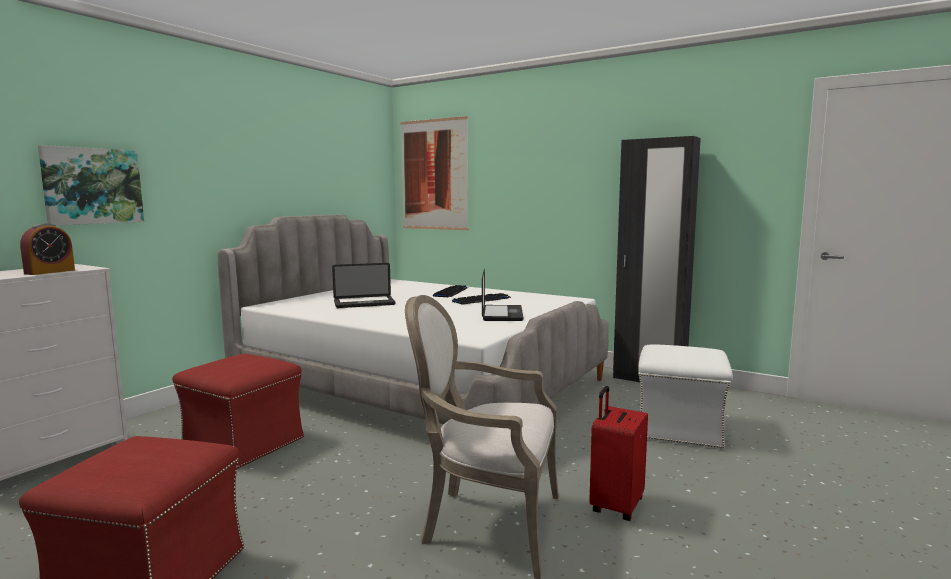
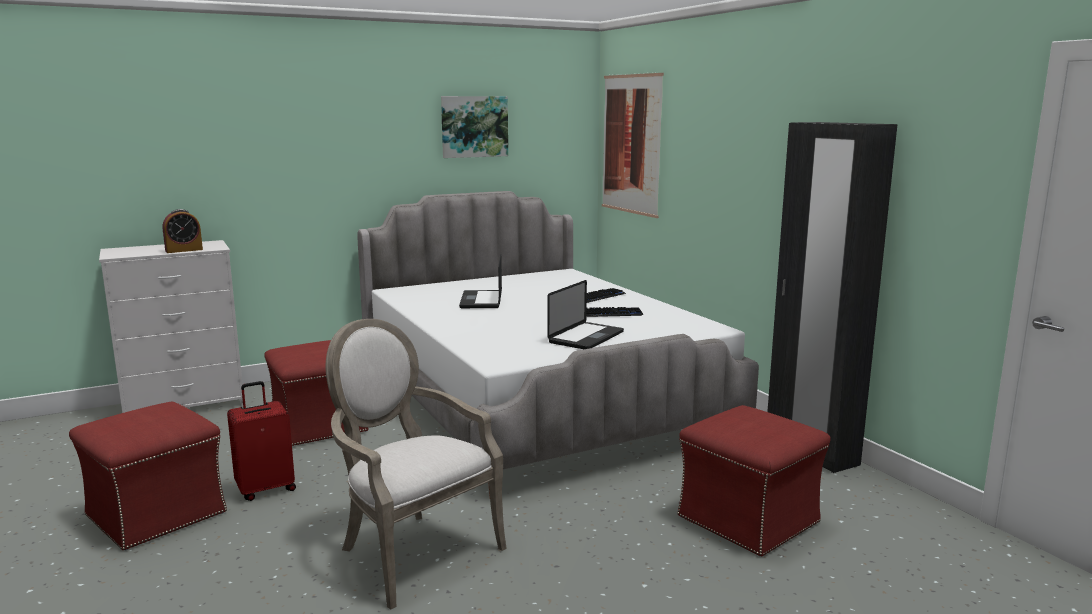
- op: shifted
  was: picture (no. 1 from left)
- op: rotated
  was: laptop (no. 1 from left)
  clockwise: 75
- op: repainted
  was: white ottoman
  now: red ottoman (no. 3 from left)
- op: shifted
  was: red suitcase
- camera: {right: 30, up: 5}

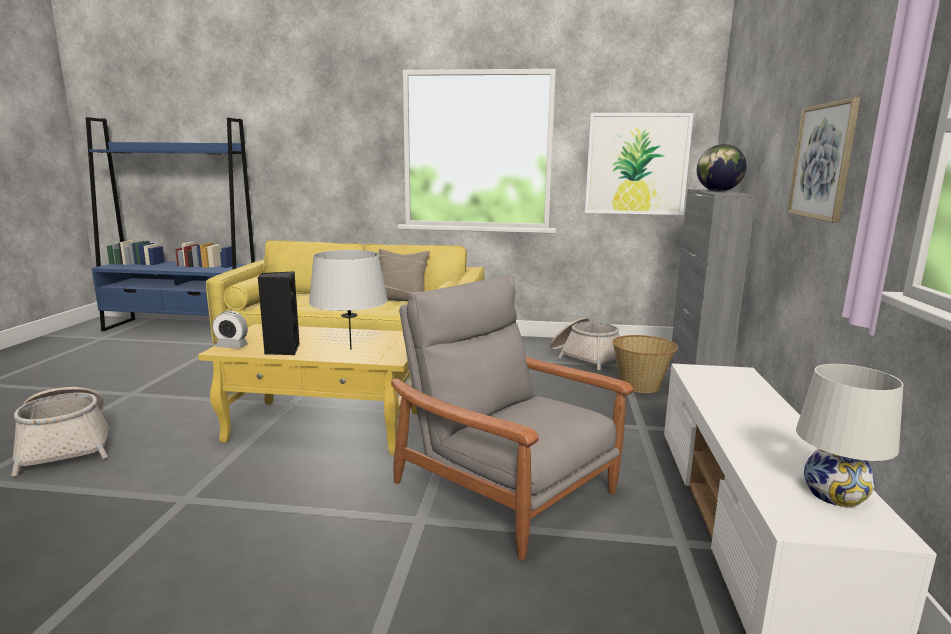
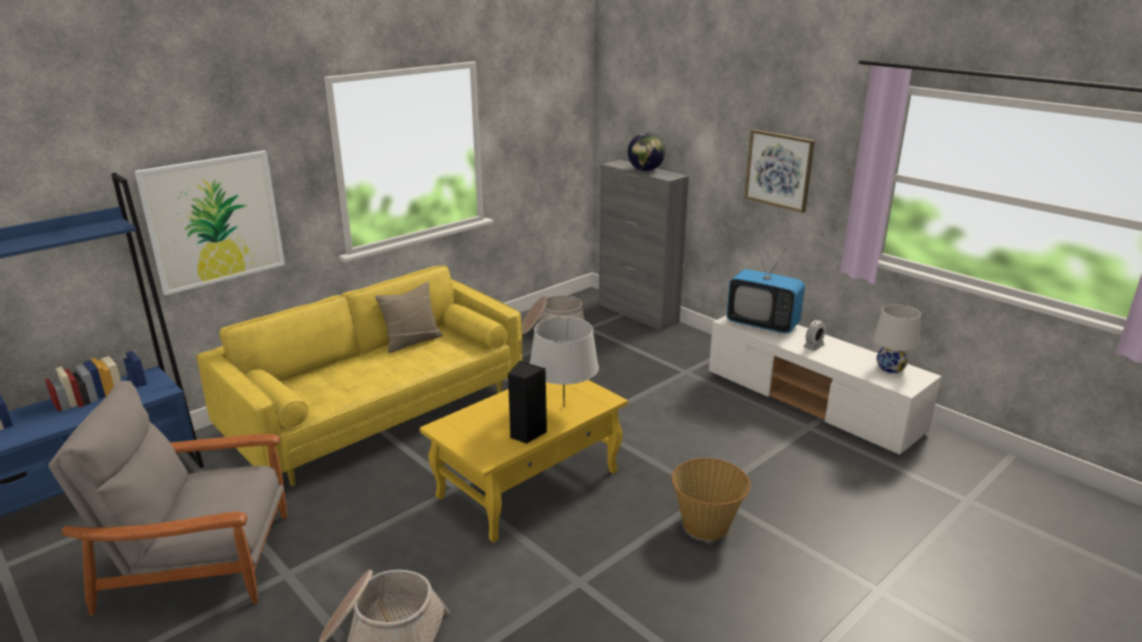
- op: shifted
  was: picture (no. 1 from left)
- op: shifted
  was: grey armchair
- op: shifted
  was: alarm clock
- op: shifted
  was: basket (no. 3 from left)
- op: new
  now: television
- camera: {right: -50, up: 10}

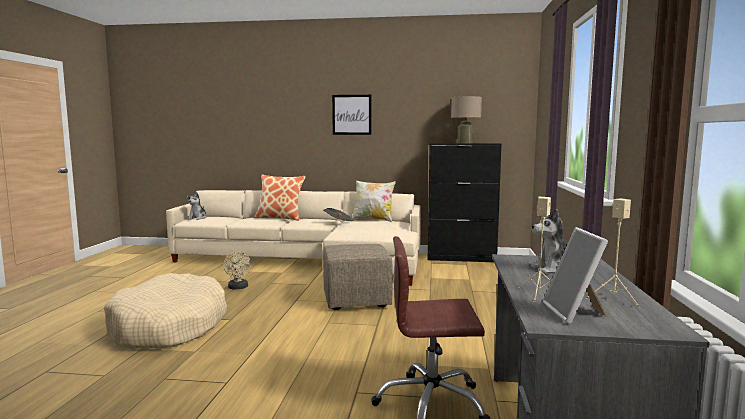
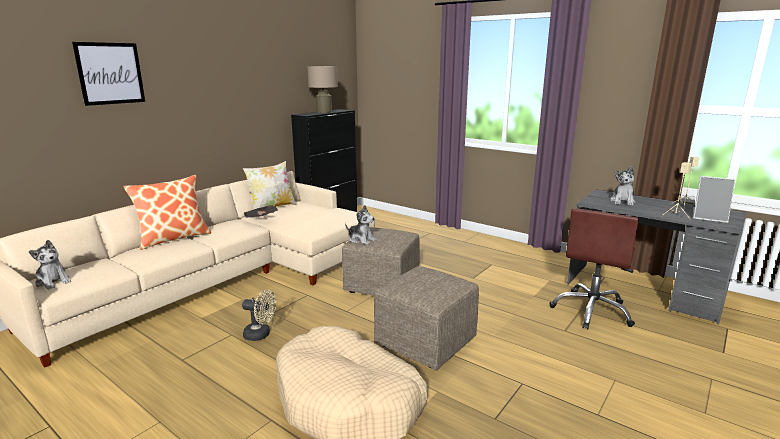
- op: shifted
  was: picture
- op: new
  now: plush toy (no. 2 from left)
- op: new
  now: beige ottoman (no. 2 from left)
- camera: {right: -60, up: 10}

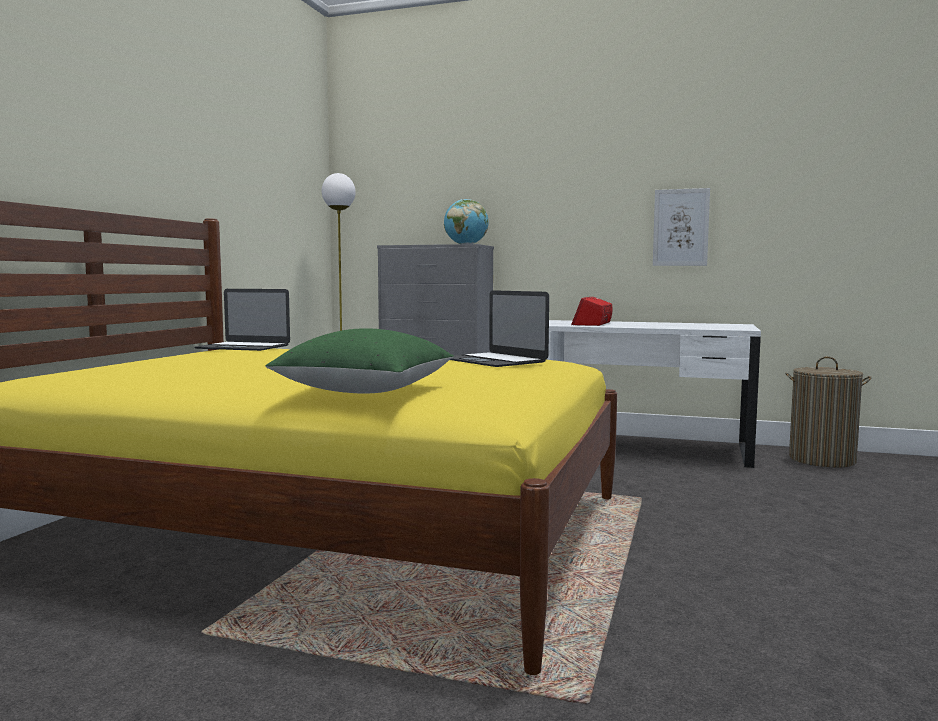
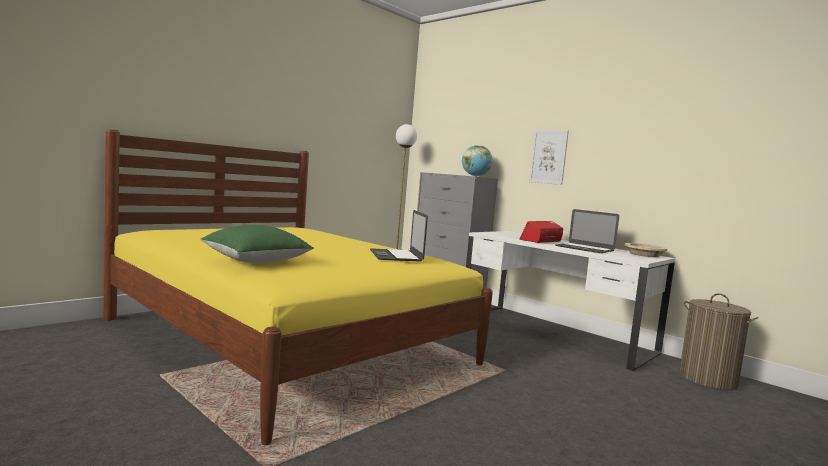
- op: shifted
  was: picture
- op: shifted
  was: laptop (no. 1 from left in the first image)
  now: laptop (no. 2 from left)
- op: new
  now: beige bowl
- camera: {right: 25, up: 0}

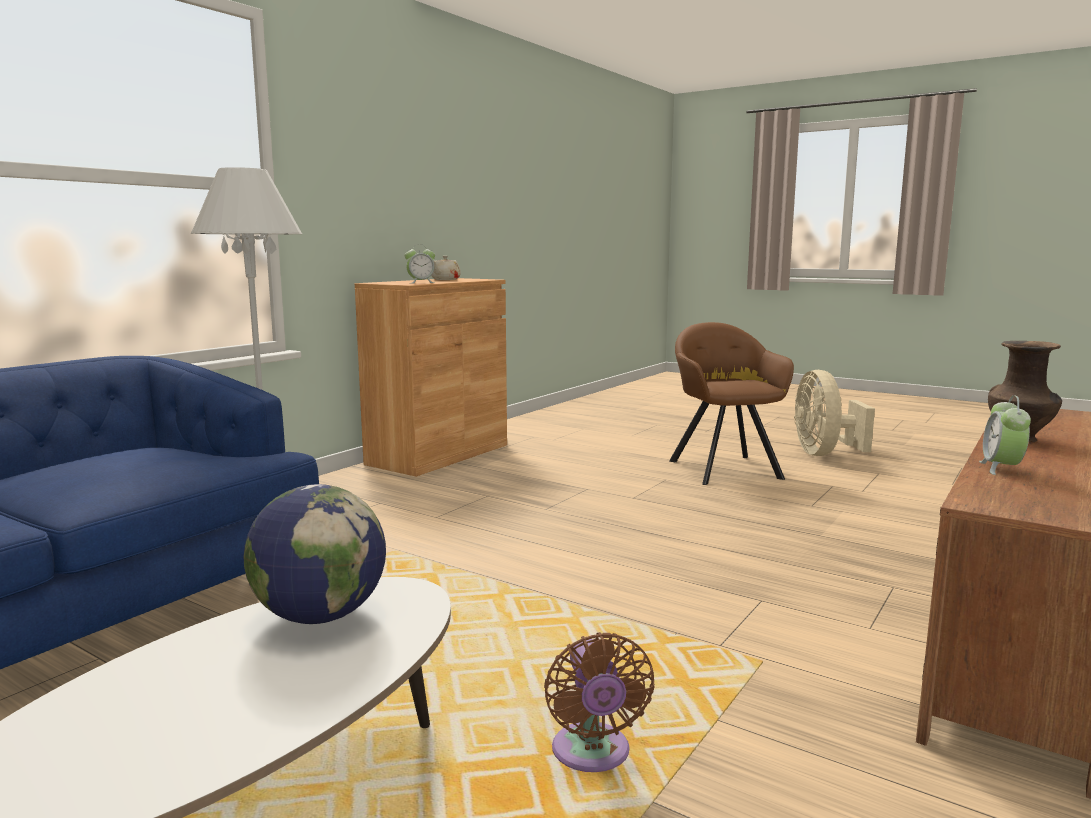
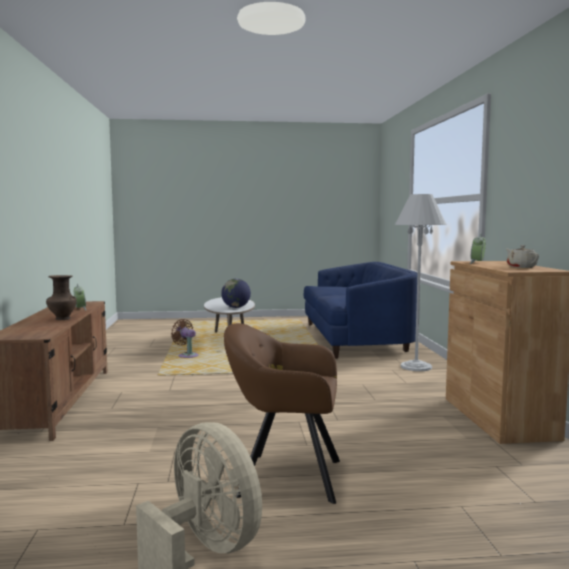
- op: rotated
  was: brown armchair
  clockwise: 150
- camera: {right: 140, up: -5}

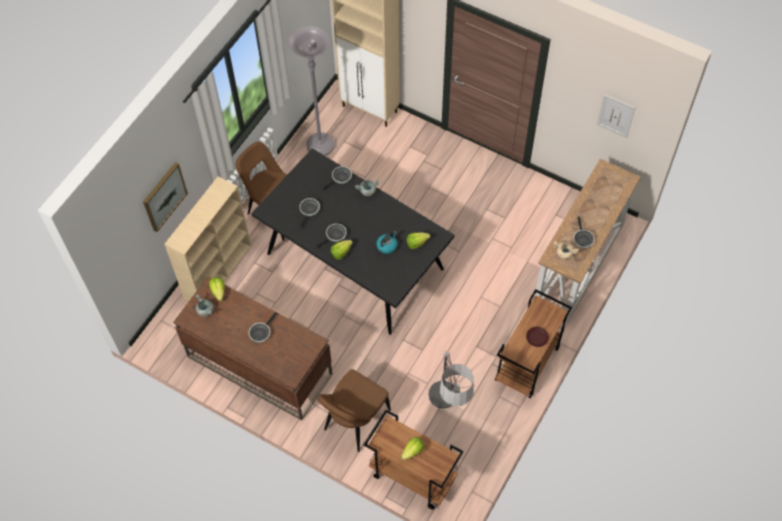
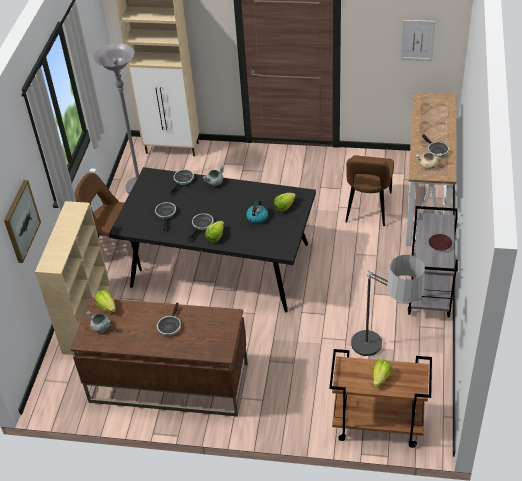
- op: repainted
  was: brown cart (no. 2 from left)
  now: grey cart
- op: shifted
  was: brown chair (no. 2 from left)
- camera: {right: -20, up: -15}

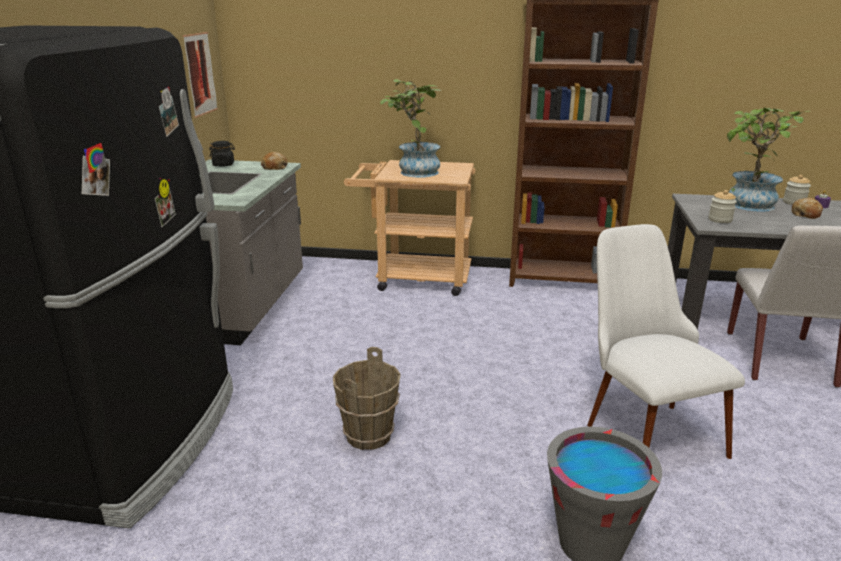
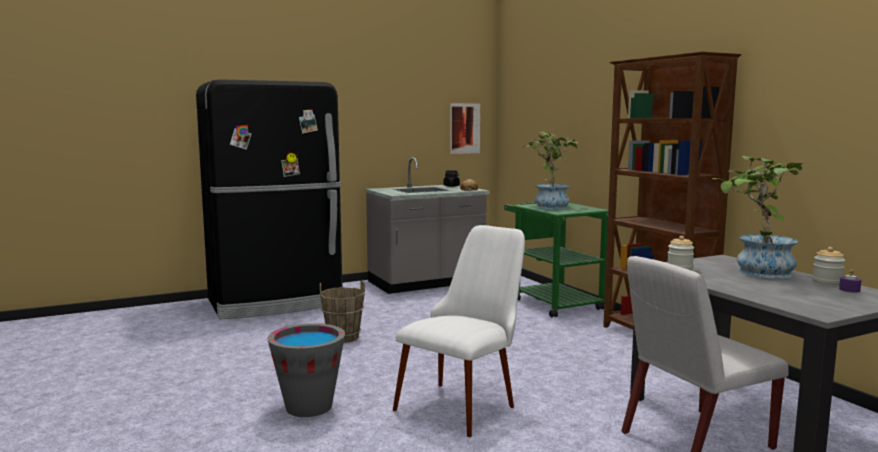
- op: repainted
  was: beige cart
  now: green cart
- op: gone
  was: bread (no. 2 from left)
- camera: {right: 55, up: -15}

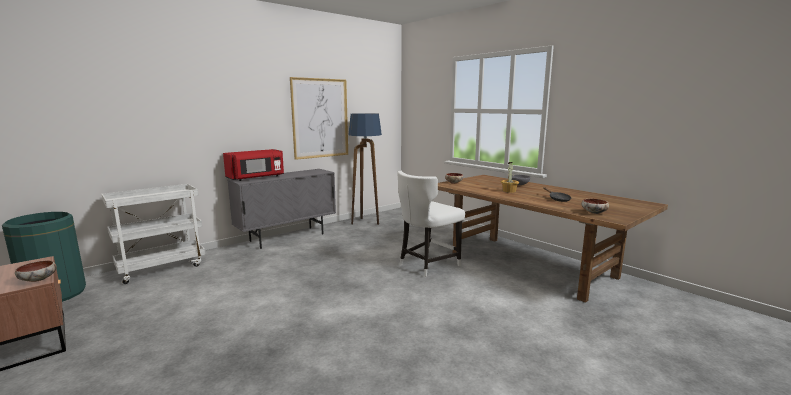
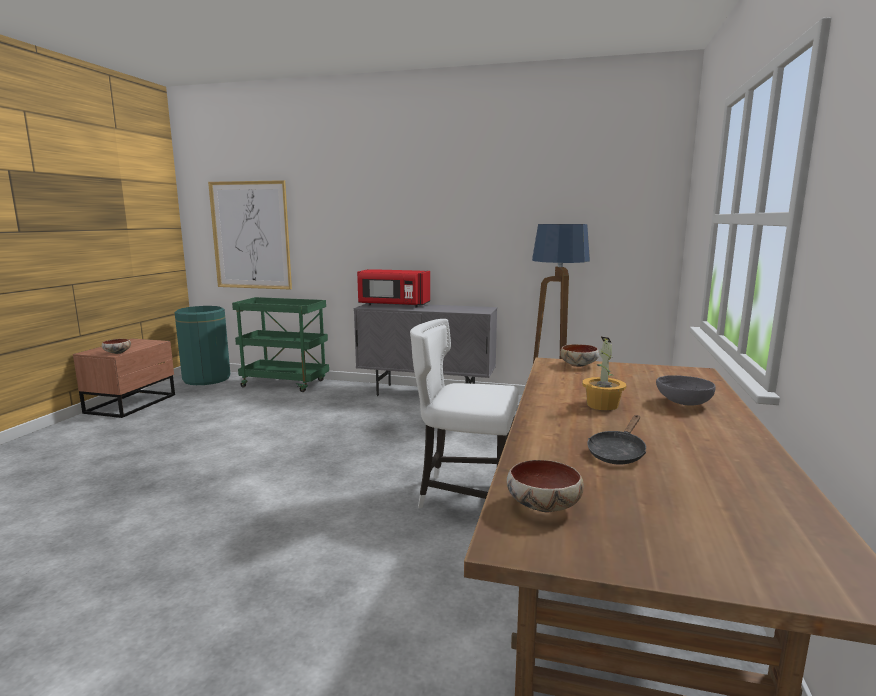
- op: shifted
  was: picture
- op: repainted
  was: white cart
  now: green cart
- camera: {right: 55, up: 0}

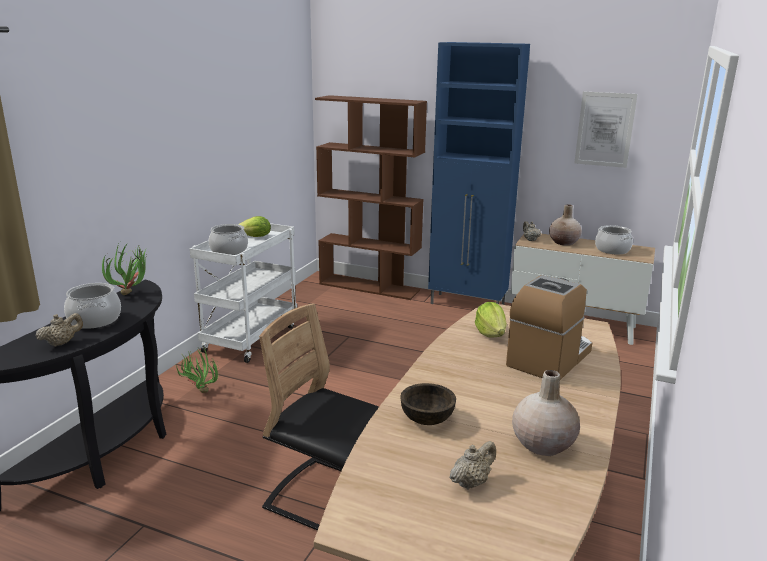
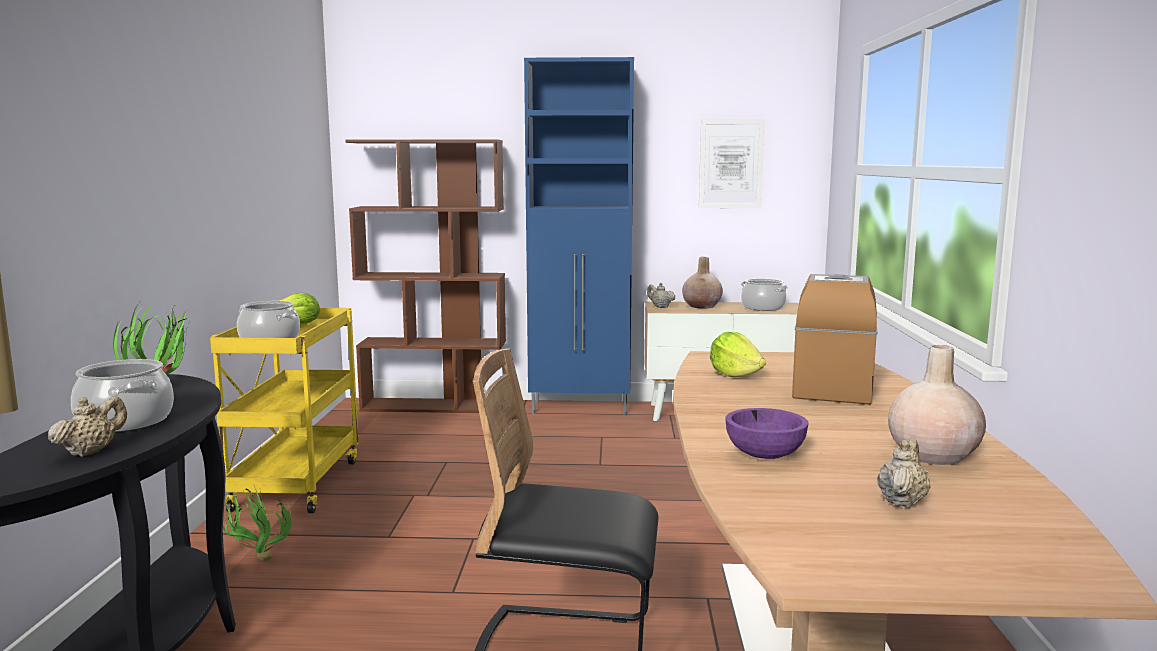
- op: repainted
  was: white cart
  now: yellow cart
- op: repainted
  was: brown bowl
  now: purple bowl
- camera: {right: -20, up: -10}

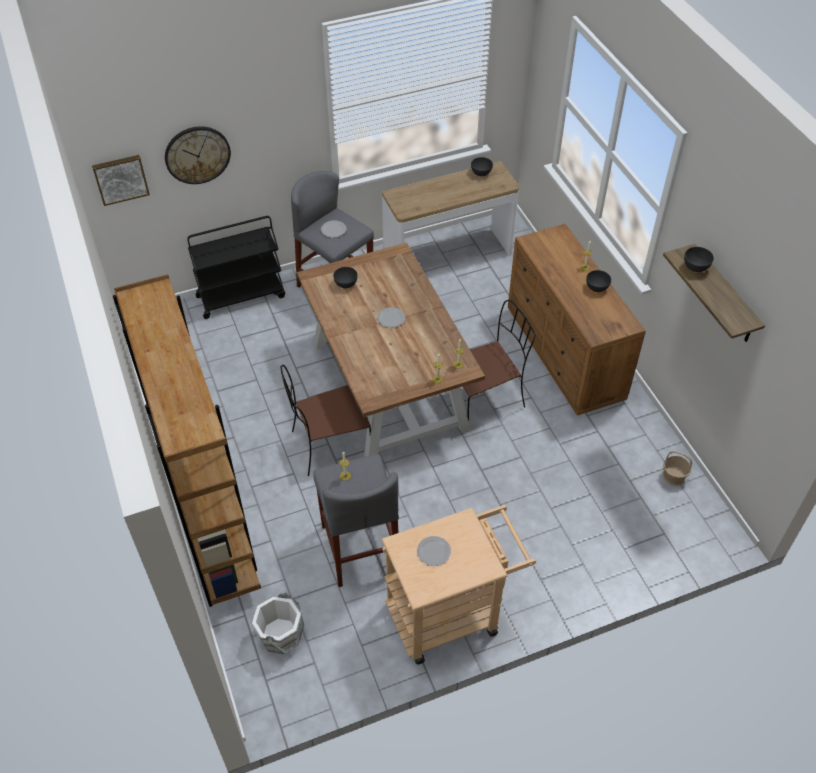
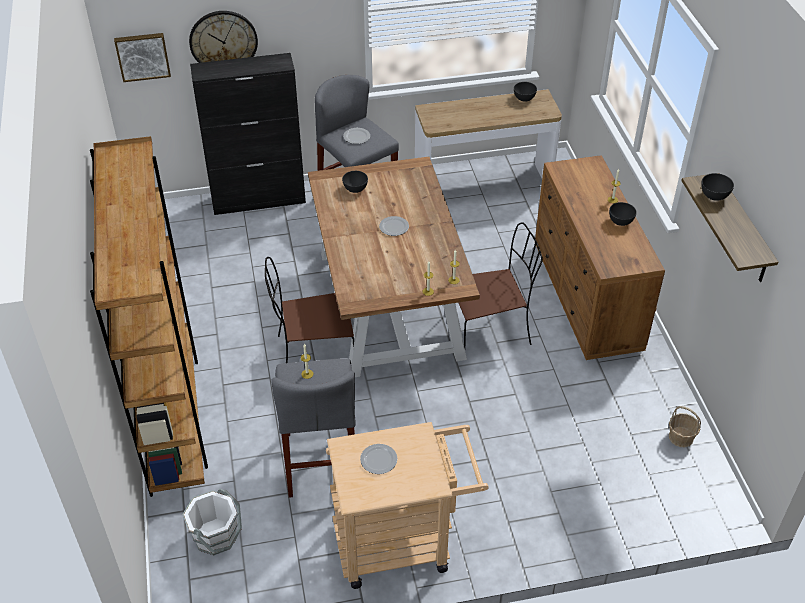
- op: swapped
  was: black cart
  now: black cabinet
- camera: {right: 10, up: -5}

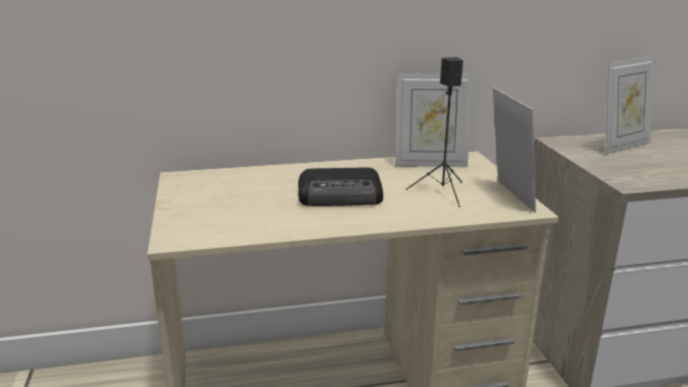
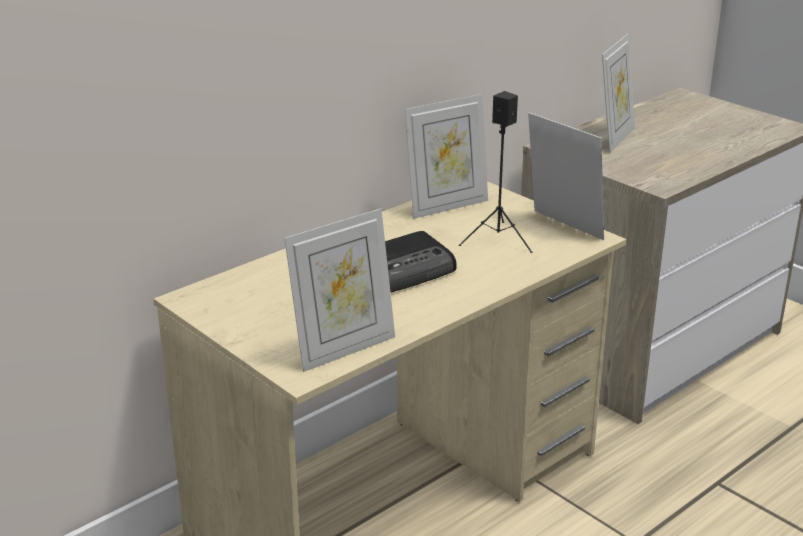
- op: new
  now: picture frame (no. 1 from left)
- camera: {right: -30, up: 5}

